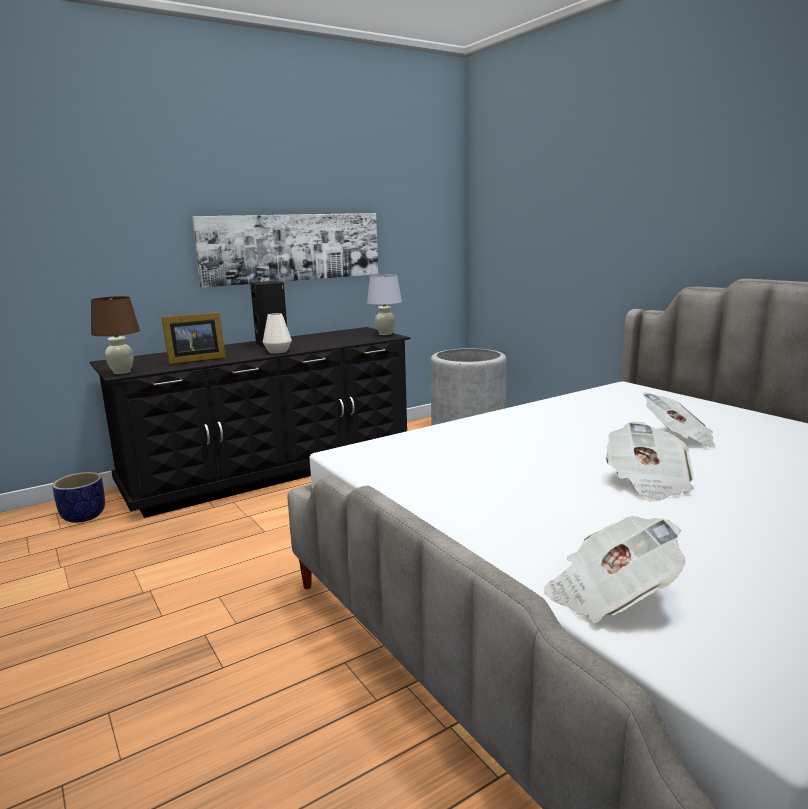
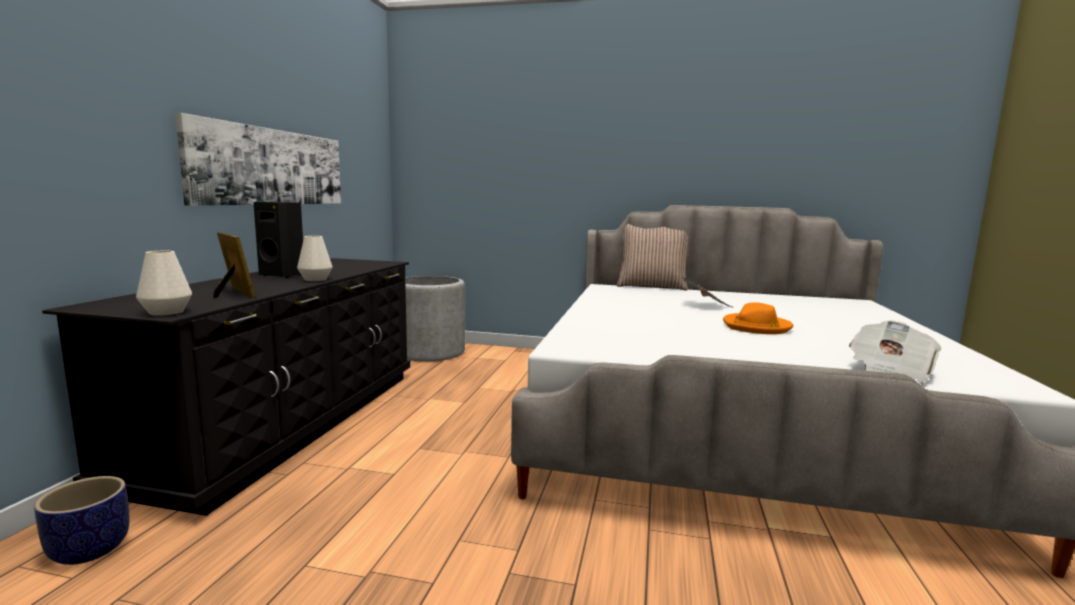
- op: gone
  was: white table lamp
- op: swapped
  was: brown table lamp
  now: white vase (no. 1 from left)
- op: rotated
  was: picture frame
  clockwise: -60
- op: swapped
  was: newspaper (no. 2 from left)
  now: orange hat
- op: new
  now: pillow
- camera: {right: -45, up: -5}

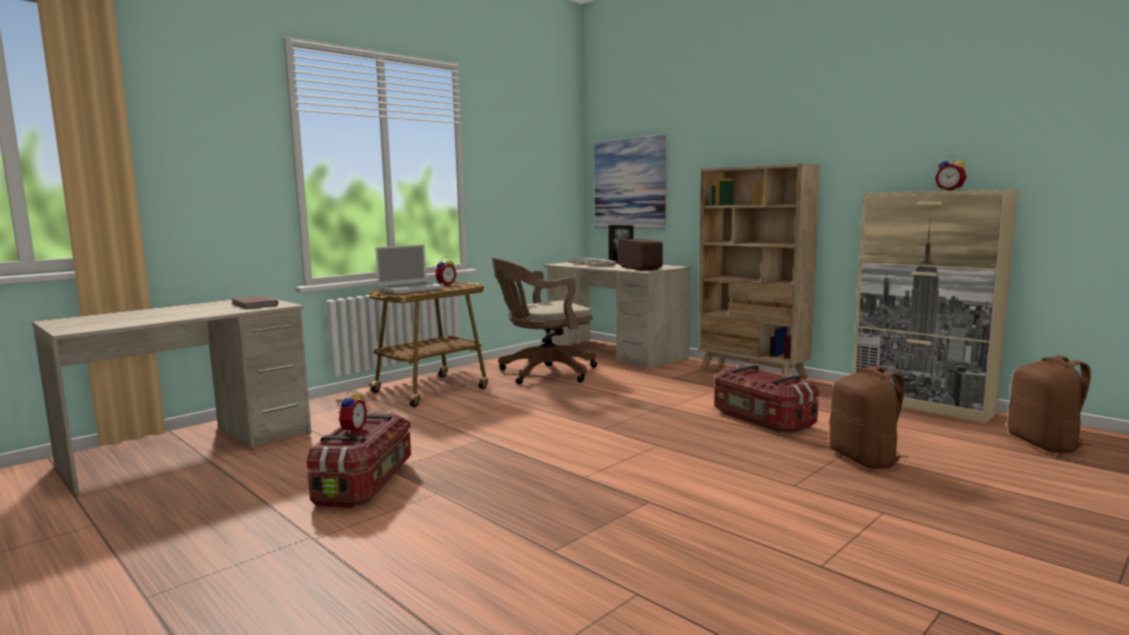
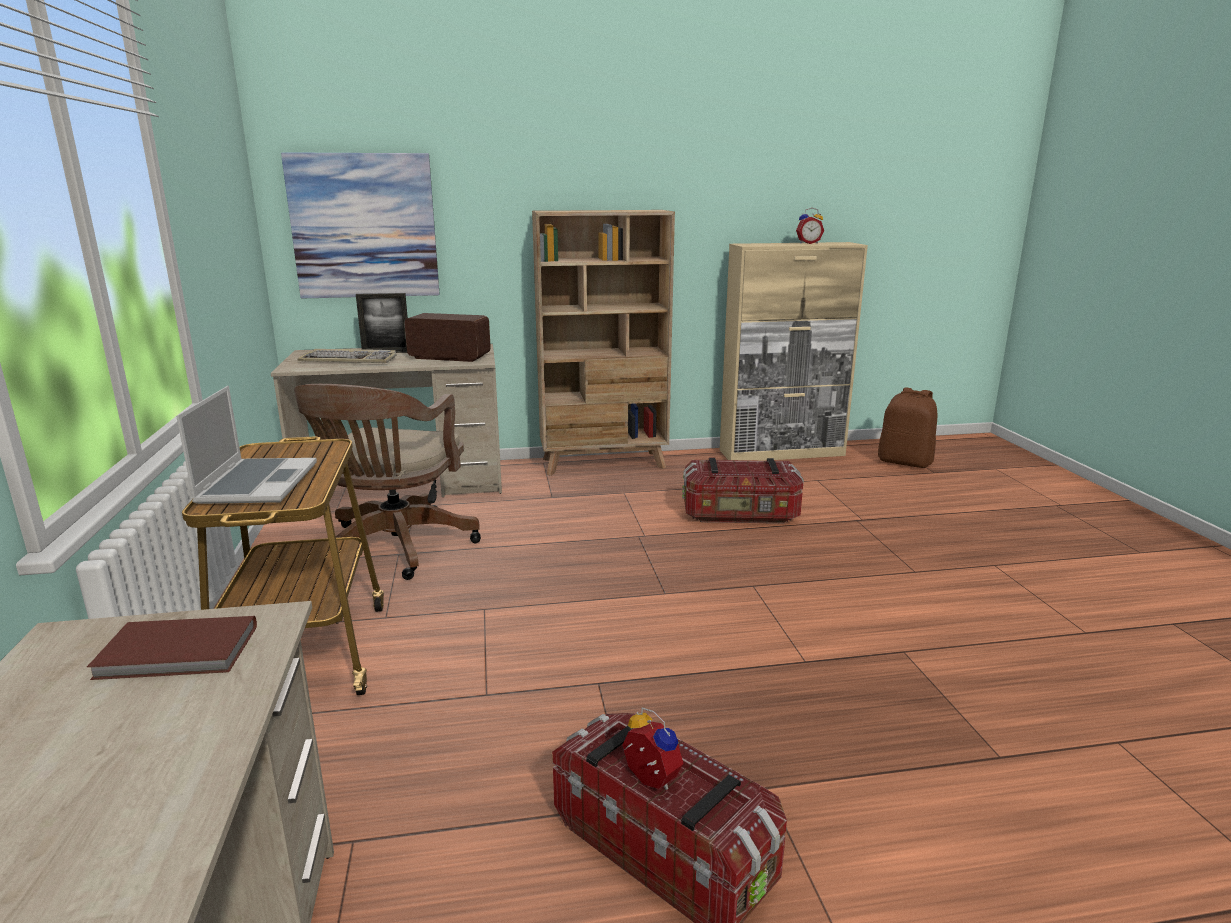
- op: gone
  was: alarm clock (no. 2 from left)
- op: gone
  was: brown backpack (no. 1 from left)
- camera: {right: -55, up: 10}

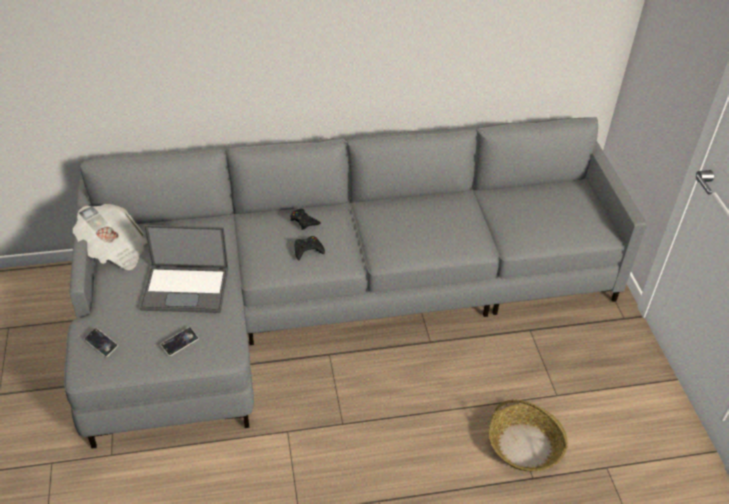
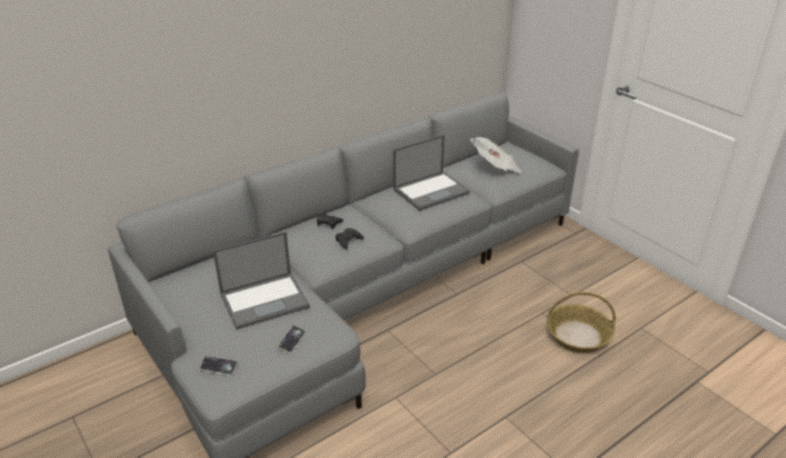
- op: shifted
  was: newspaper
- op: new
  now: laptop (no. 2 from left)
- camera: {right: -25, up: -10}

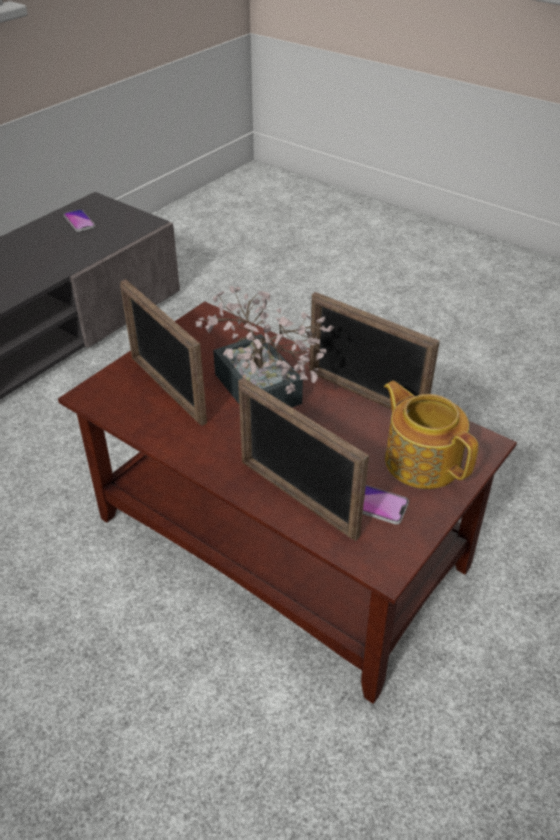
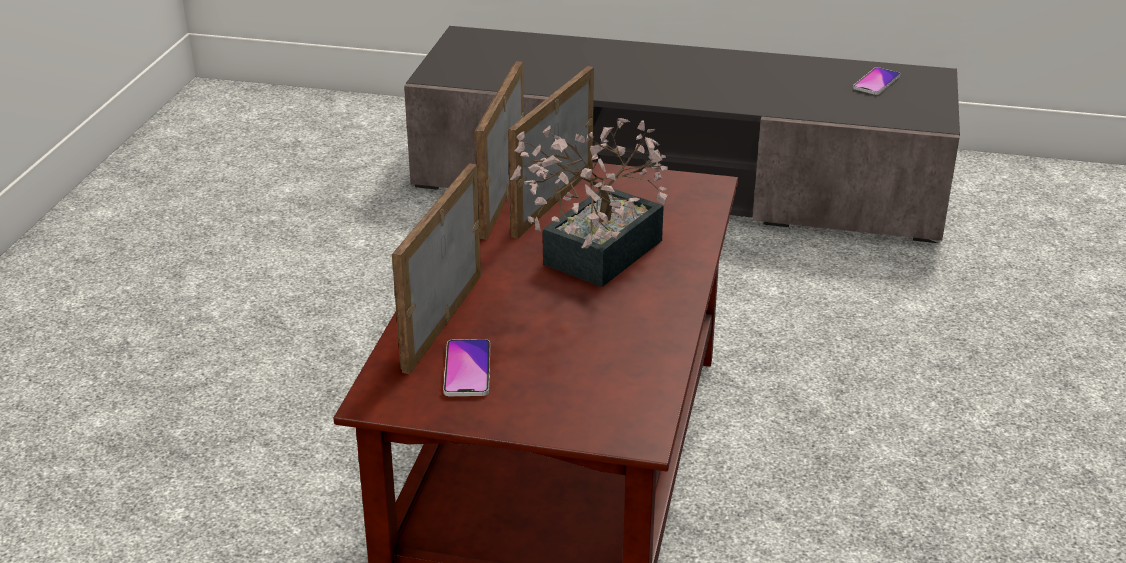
- op: shifted
  was: picture frame (no. 3 from left in the first image)
  now: picture frame (no. 2 from left)
- op: gone
  was: teapot
- camera: {right: 65, up: -10}

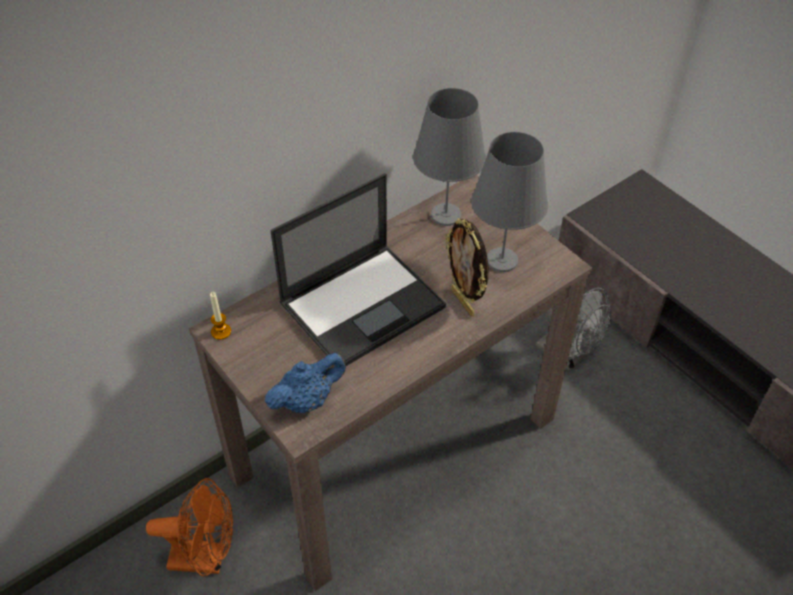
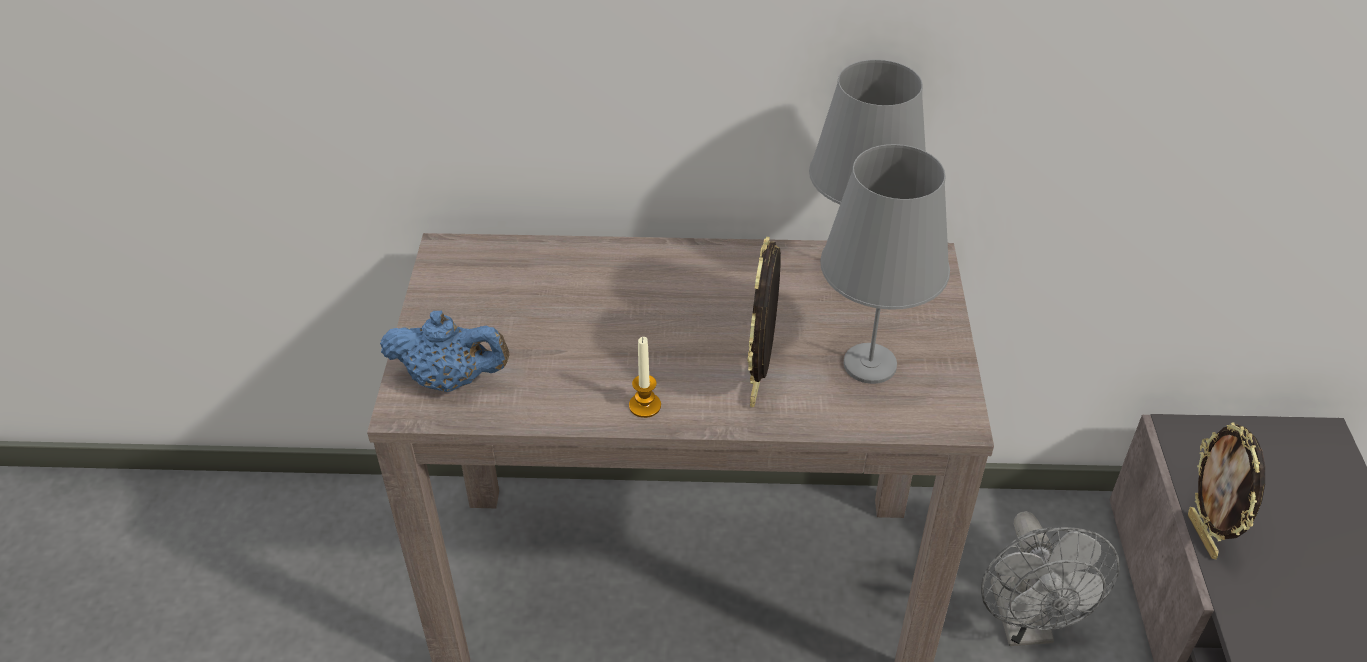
- op: gone
  was: laptop
- op: shifted
  was: candle
- op: gone
  was: orange fan
- op: new
  now: picture frame (no. 2 from left)
- camera: {right: 40, up: -5}

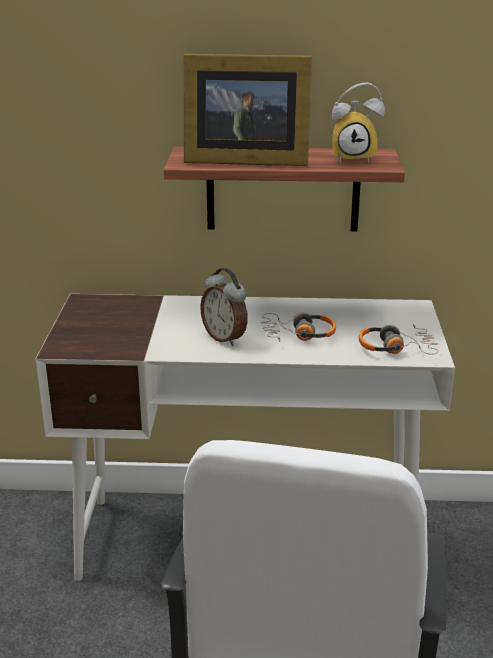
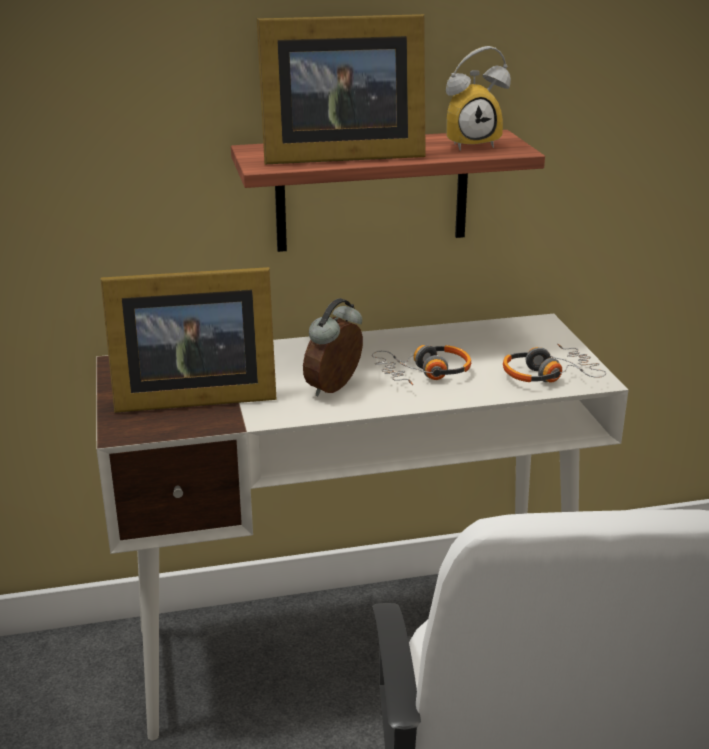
- op: rotated
  was: alarm clock (no. 1 from left)
  clockwise: 90
- op: new
  now: picture frame (no. 1 from left)
- camera: {right: -15, up: 0}

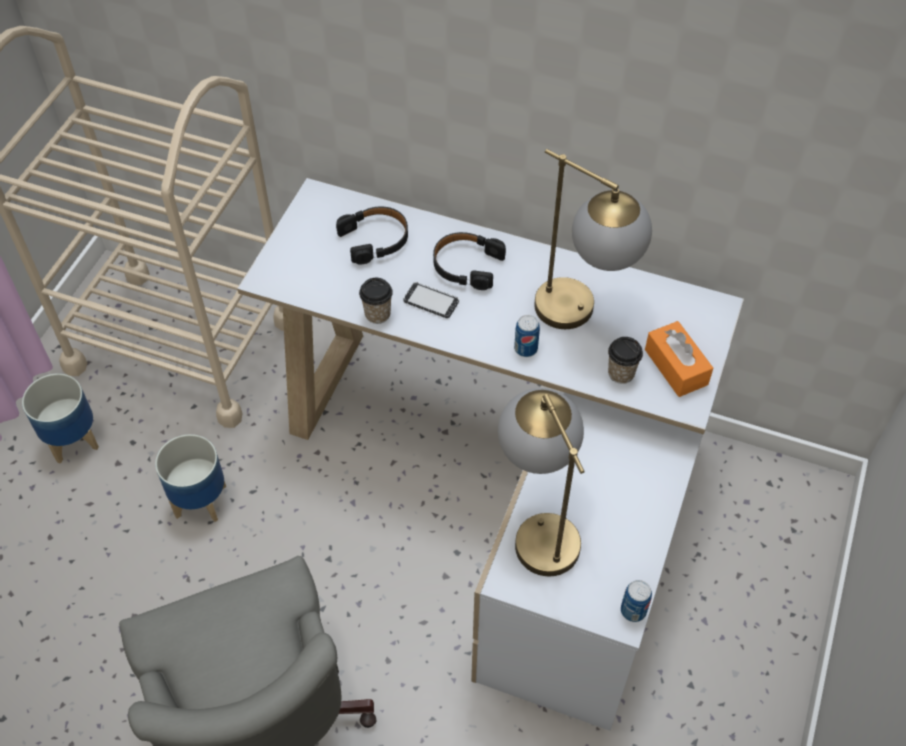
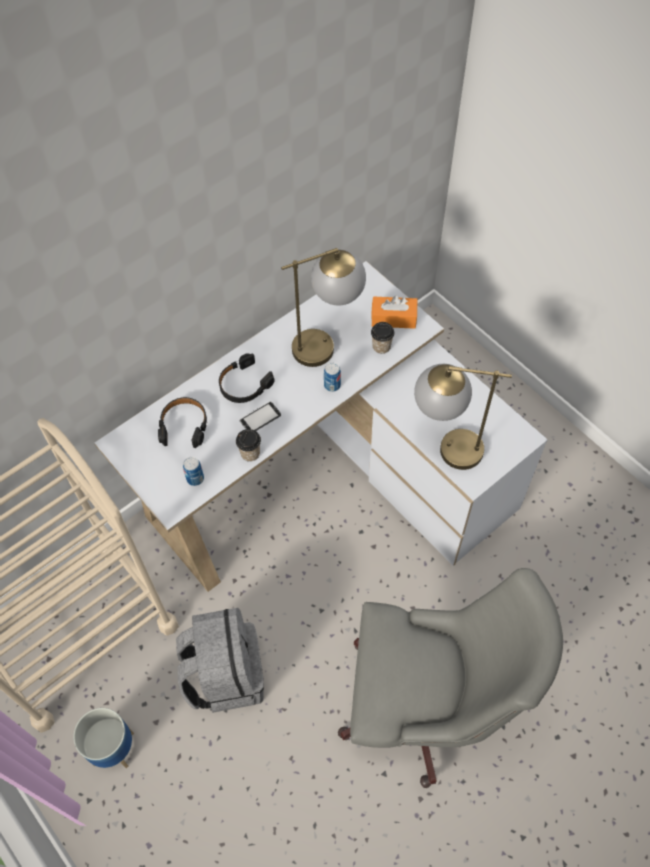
- op: swapped
  was: planter (no. 2 from left)
  now: grey backpack
- op: shifted
  was: can (no. 2 from left in the first image)
  now: can (no. 1 from left)
- camera: {right: -60, up: 5}

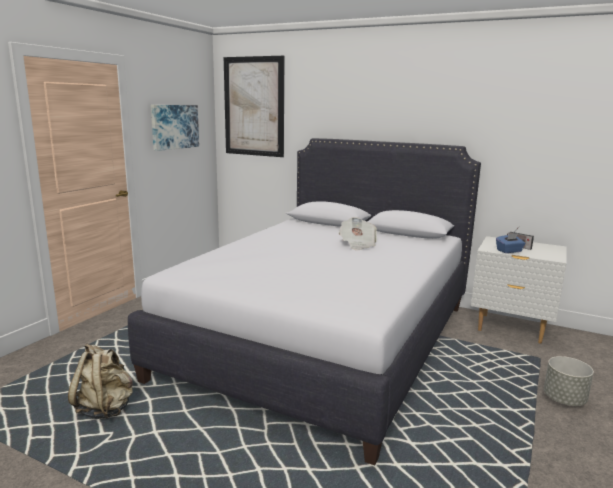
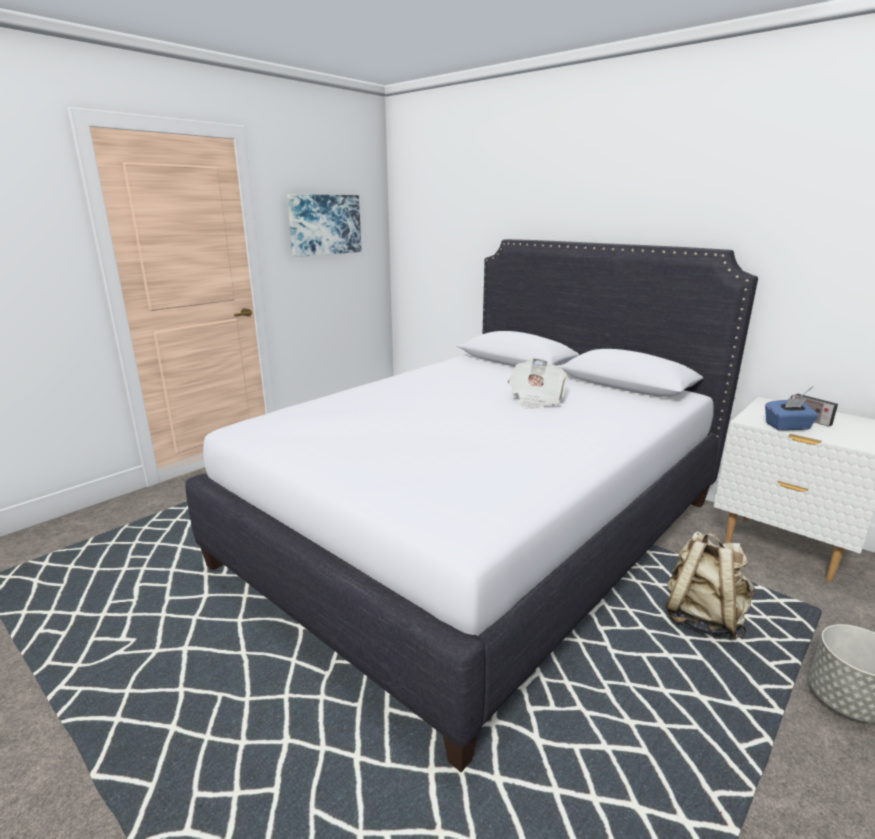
- op: gone
  was: picture (no. 2 from left)
- op: shifted
  was: beige backpack
- camera: {right: 15, up: 5}

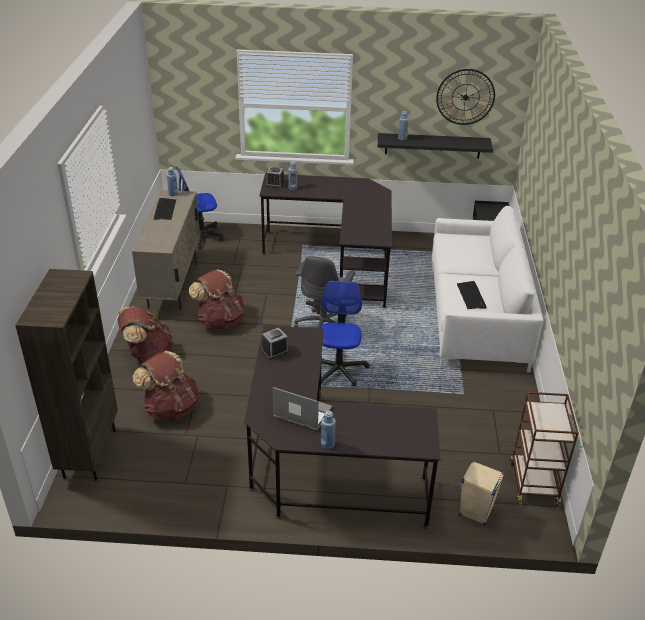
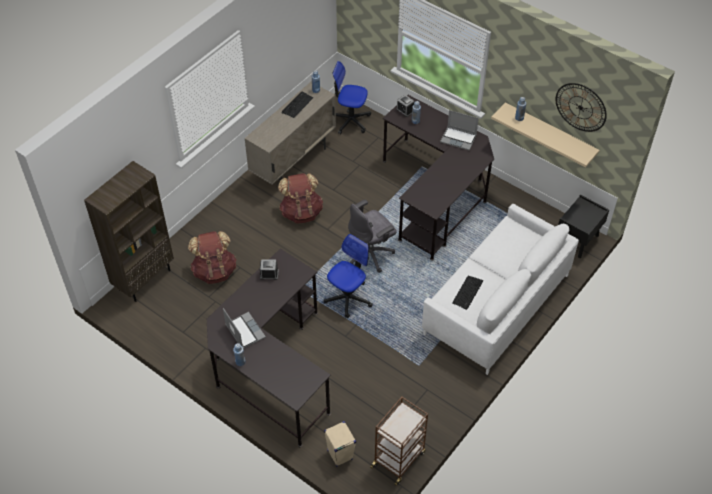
- op: repainted
  was: black shelf
  now: beige shelf
- op: gone
  was: brown backpack (no. 1 from left)
- op: new
  now: laptop (no. 2 from left)
- camera: {right: 35, up: 15}

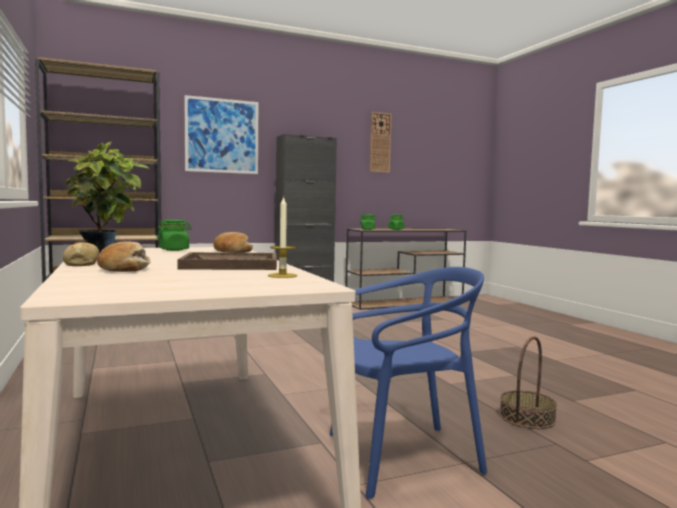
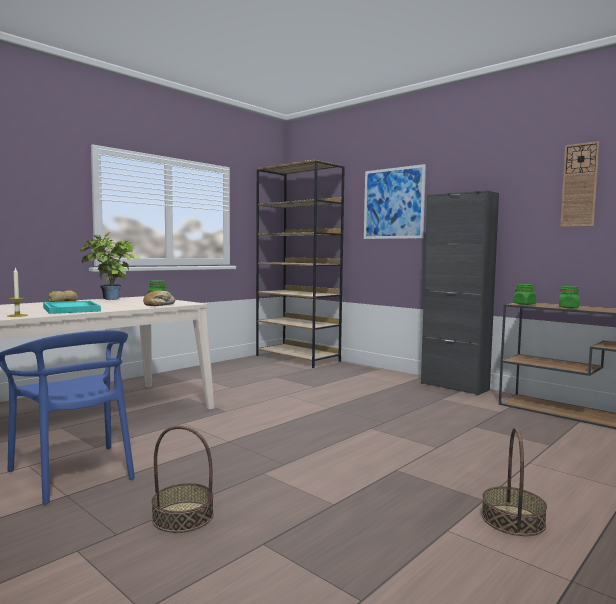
- op: gone
  was: bread (no. 2 from left)
- op: repainted
  was: brown tray
  now: turquoise tray
- op: new
  now: basket (no. 2 from left)
- camera: {right: 65, up: 0}

